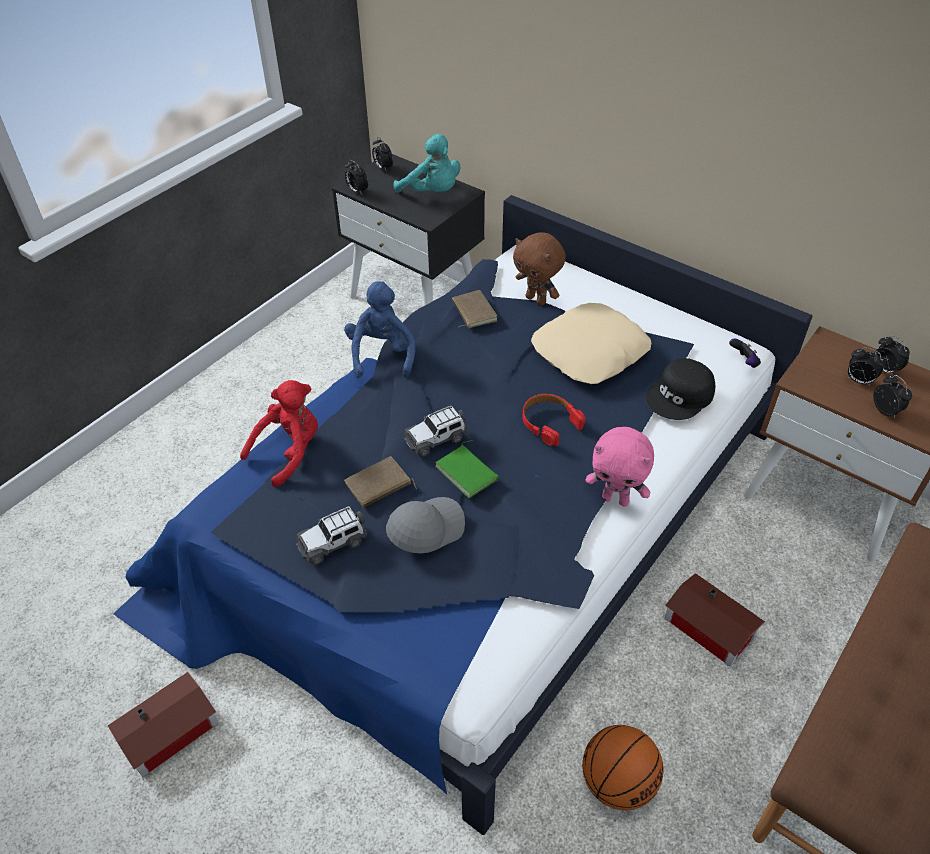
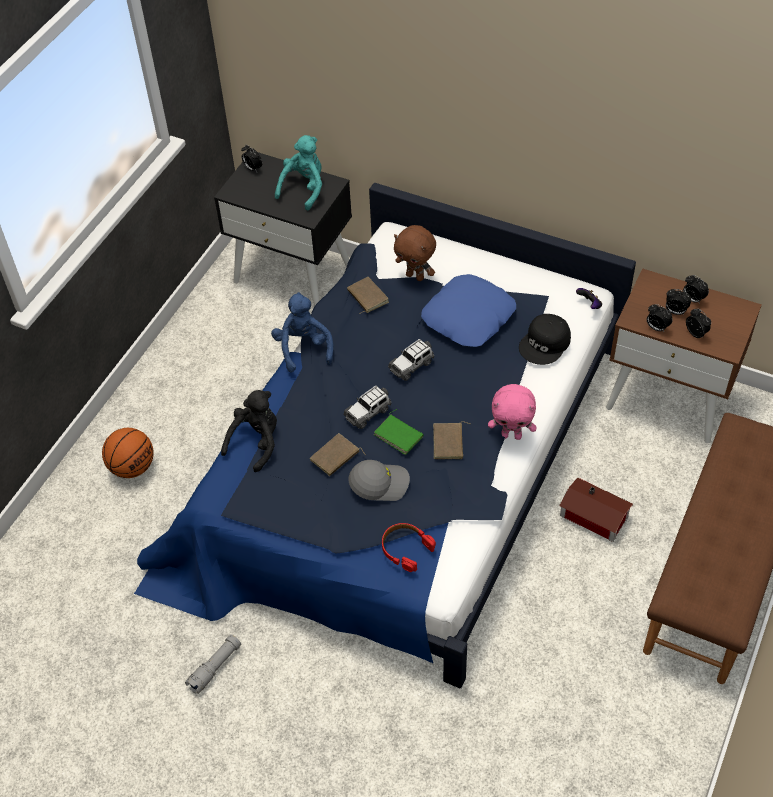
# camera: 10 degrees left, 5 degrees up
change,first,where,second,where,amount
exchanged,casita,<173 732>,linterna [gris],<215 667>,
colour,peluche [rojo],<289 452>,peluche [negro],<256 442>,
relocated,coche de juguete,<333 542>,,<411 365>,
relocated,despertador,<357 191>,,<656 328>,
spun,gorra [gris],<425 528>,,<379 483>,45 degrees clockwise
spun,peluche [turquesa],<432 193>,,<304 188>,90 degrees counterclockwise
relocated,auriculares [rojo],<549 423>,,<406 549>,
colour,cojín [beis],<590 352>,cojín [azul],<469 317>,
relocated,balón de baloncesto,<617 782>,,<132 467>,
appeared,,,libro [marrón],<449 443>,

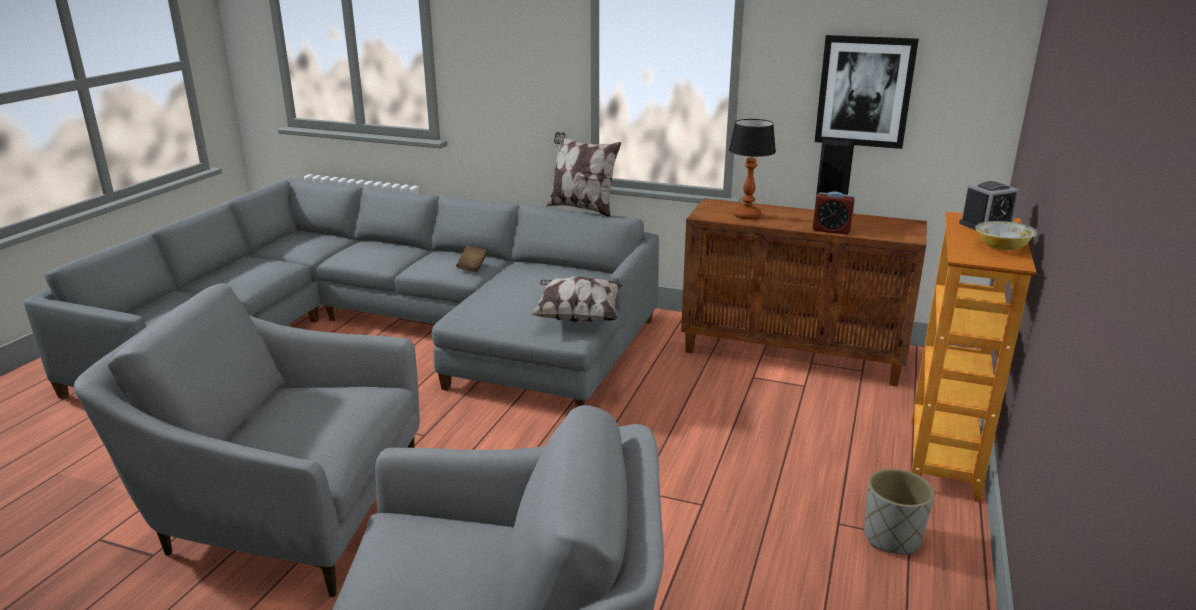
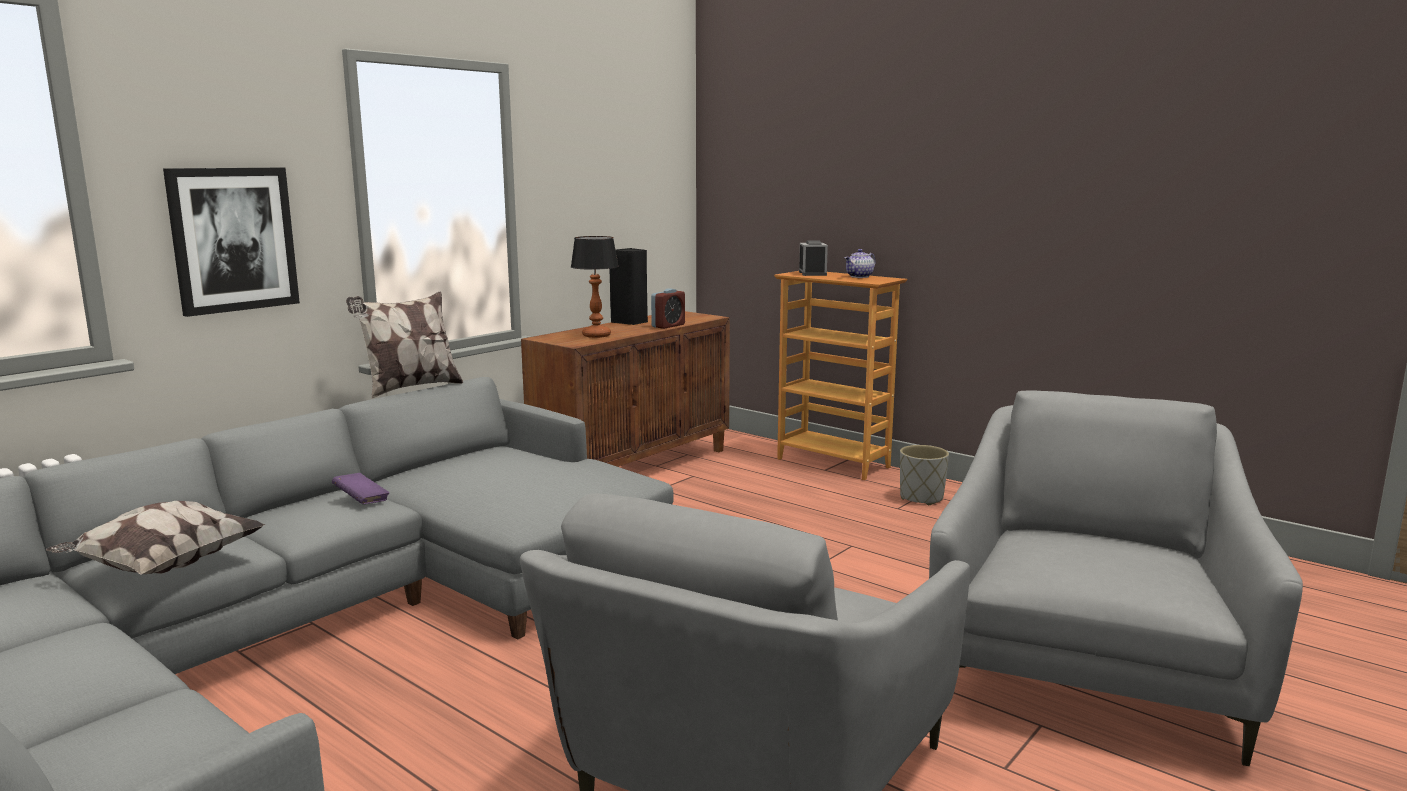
# camera: 70 degrees left, 10 degrees down
change,first,where,second,where,amount
colour,libro [marrón],<472 266>,libro [morado],<362 500>,
relocated,cojín,<577 317>,,<162 567>,
relocated,cuadro,<864 91>,,<233 239>,
exchanged,cuenco,<1002 247>,tetera,<859 276>,

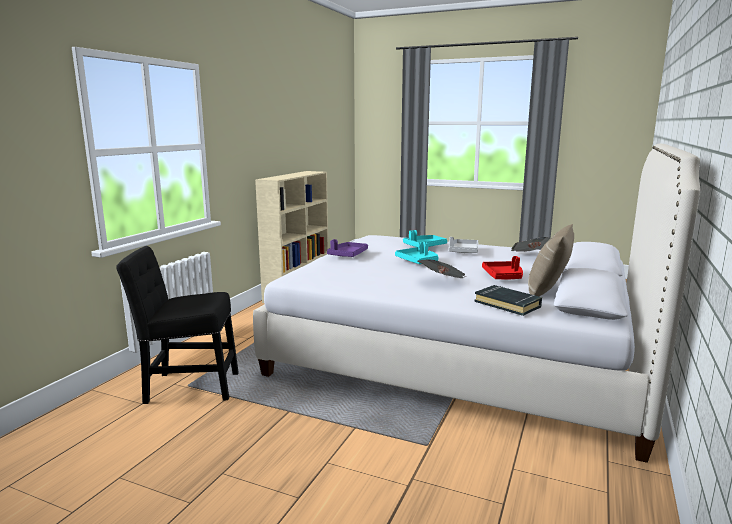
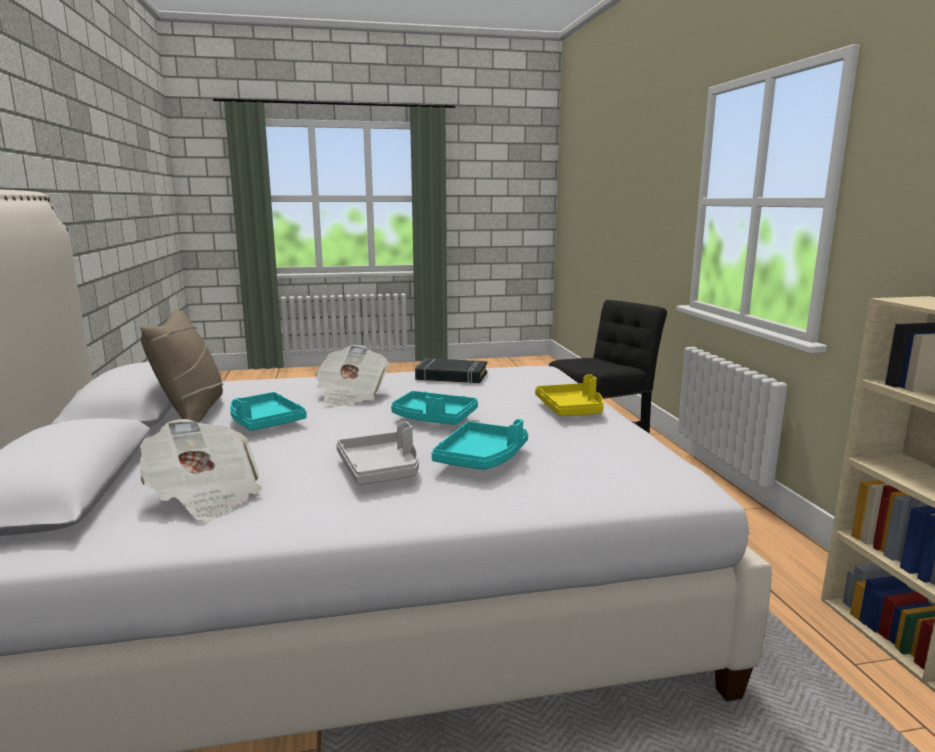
# camera: 145 degrees right, 0 degrees up
change,first,where,second,where,amount
colour,bandeja [morado],<347 255>,bandeja [amarillo],<571 410>,
relocated,libro [negro],<507 304>,,<451 376>,
colour,bandeja [rojo],<503 276>,bandeja [turquesa],<264 422>,

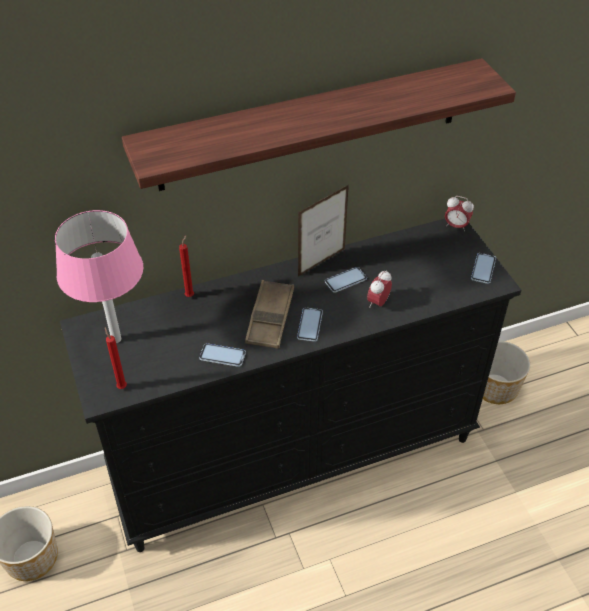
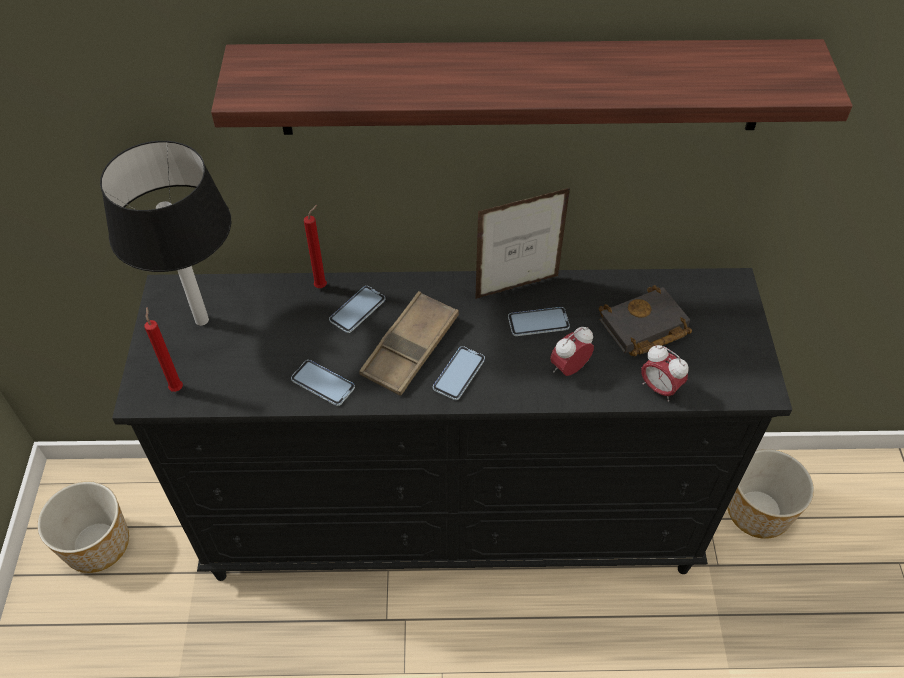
# camera: 20 degrees right, 5 degrees up
change,first,where,second,where,amount
colour,lámpara de mesa [rosa],<116 339>,lámpara de mesa [negro],<201 320>,
relocated,despertador,<456 226>,,<659 388>,
relocated,móvil,<483 269>,,<357 310>,
appeared,,,libro [negro],<643 328>,

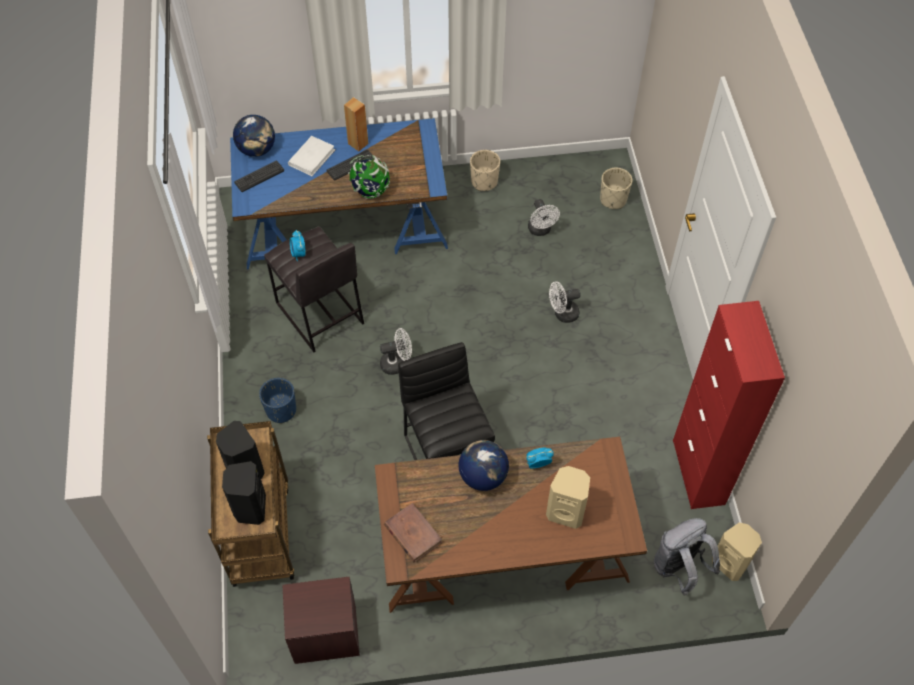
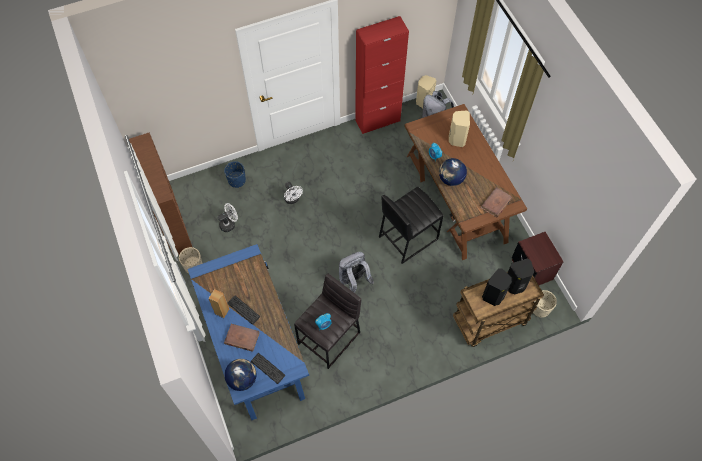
# camera: 105 degrees left, 5 degrees up
change,first,where,second,where,amount
relocated,maceta [azul],<281 410>,,<237 180>,
colour,libro [blanco],<312 157>,libro [marrón],<242 338>,
missing,globo terráqueo,<370 191>,,,
exchanged,ventilador [blanco],<397 363>,mochila [gris],<354 281>,
relocated,maceta [beis],<613 199>,,<540 309>,
appeared,,,estantería [marrón],<172 220>,

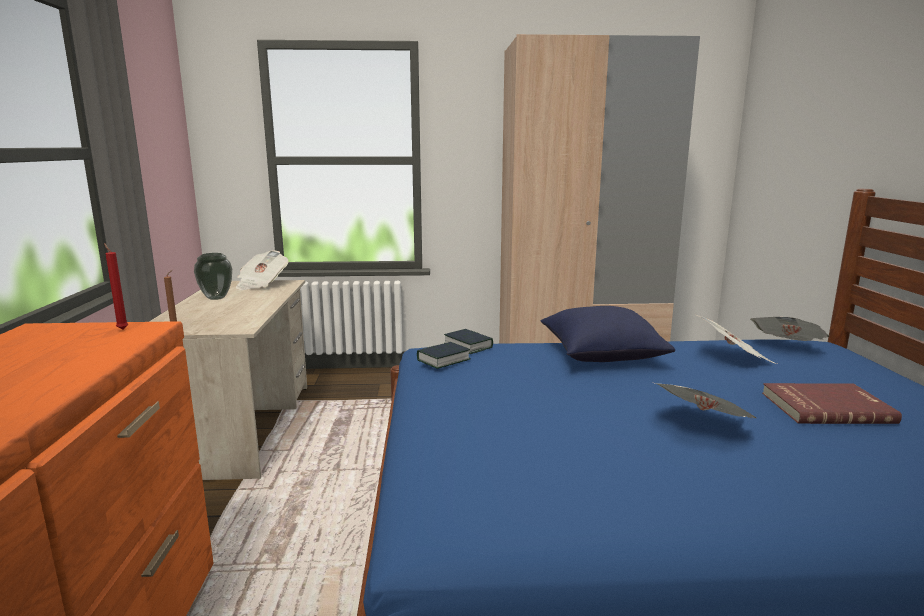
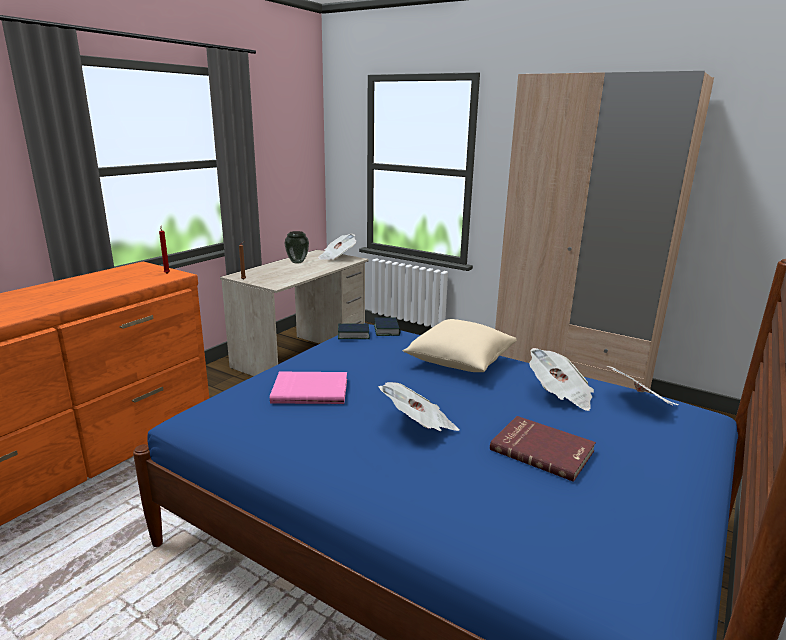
# camera: 35 degrees right, 5 degrees up
change,first,where,second,where,amount
colour,cojín [azul],<601 355>,cojín [beis],<459 362>,
appeared,,,libro [rosa],<310 390>,

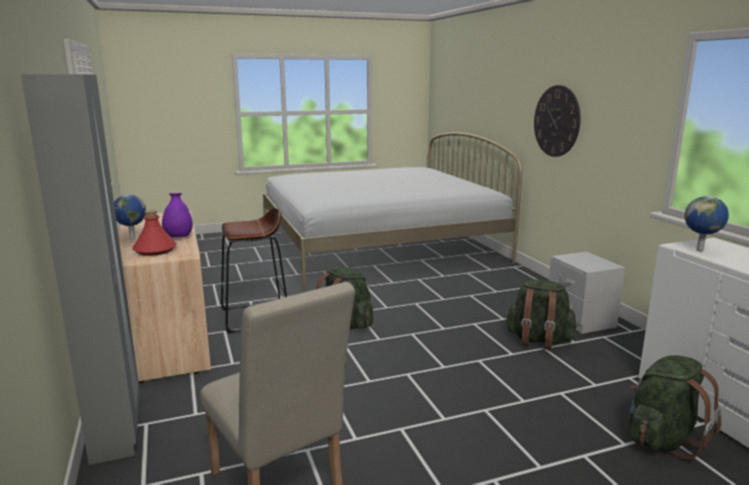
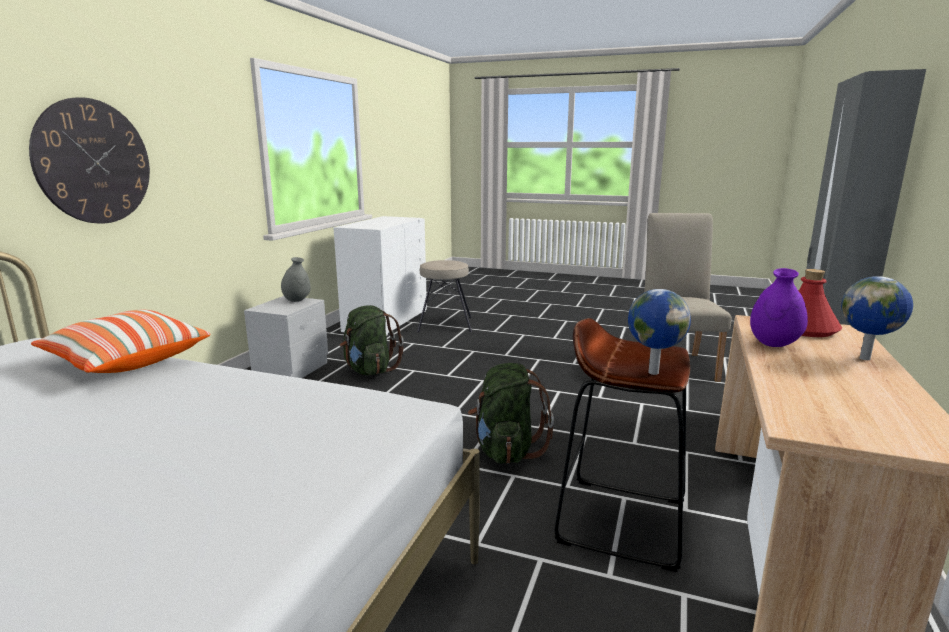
# camera: 140 degrees left, 0 degrees up
change,first,where,second,where,amount
exchanged,mochila [verde],<662 439>,taburete [beis],<445 324>,
relocated,globo terráqueo,<701 250>,,<652 372>,
appeared,,,cojín,<126 361>,
appeared,,,florero [gris],<297 300>,

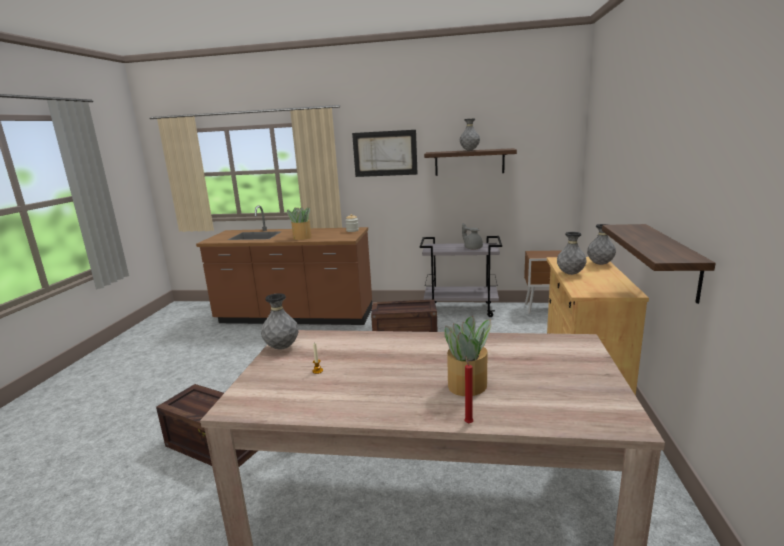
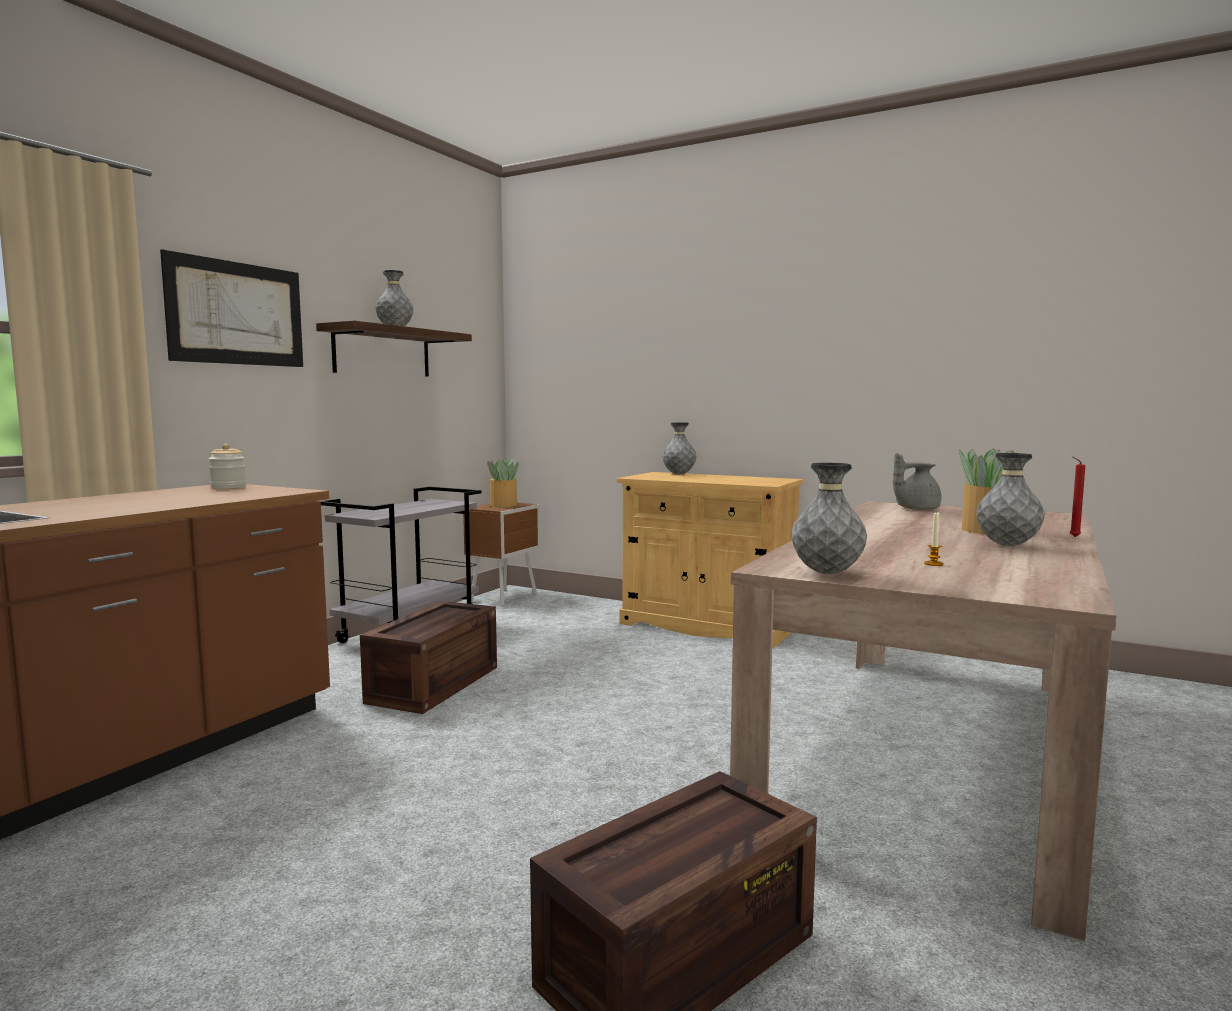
# camera: 70 degrees left, 10 degrees down
change,first,where,second,where,amount
relocated,planta en maceta,<302 237>,,<502 505>,
relocated,tetera [gris],<472 248>,,<915 509>,
relocated,florero [gris],<570 274>,,<1007 545>,
missing,estante,<672 261>,,,

